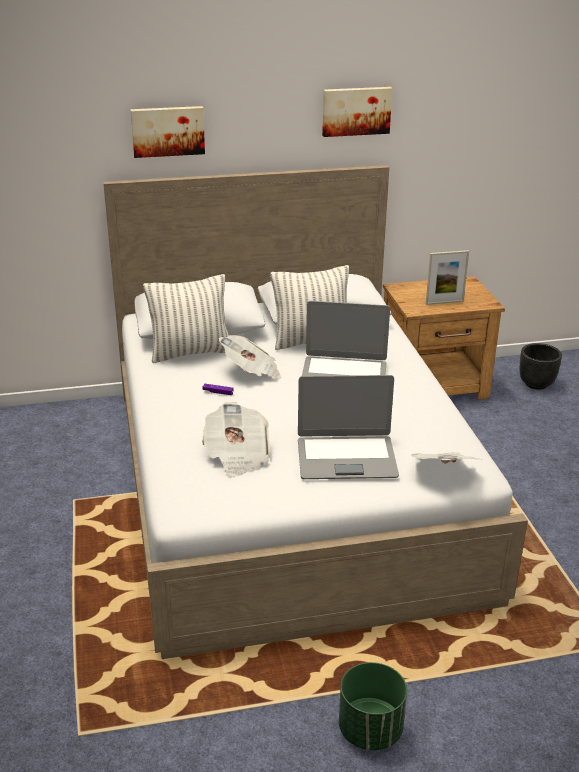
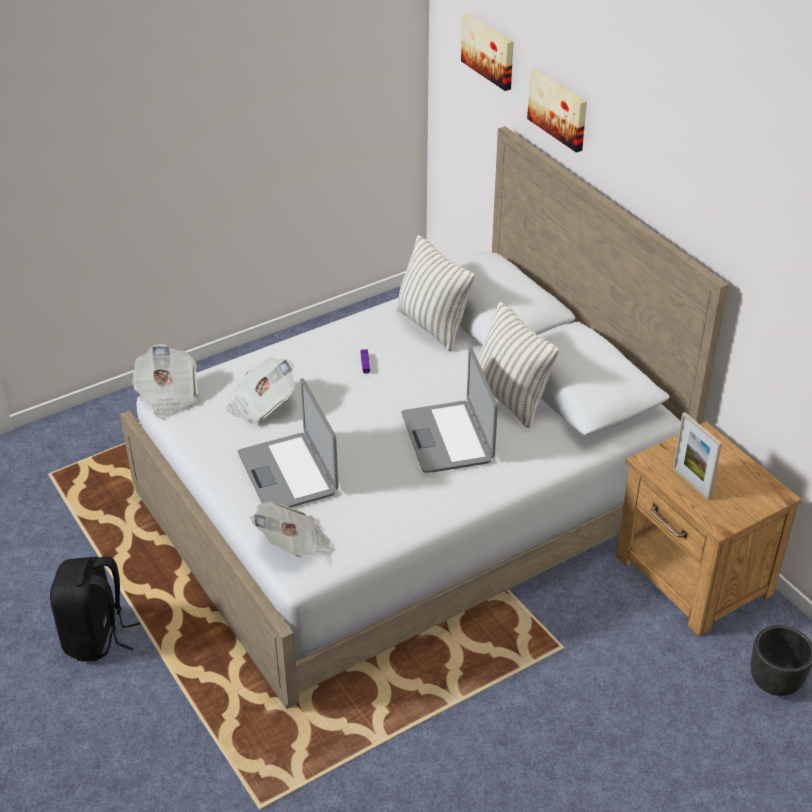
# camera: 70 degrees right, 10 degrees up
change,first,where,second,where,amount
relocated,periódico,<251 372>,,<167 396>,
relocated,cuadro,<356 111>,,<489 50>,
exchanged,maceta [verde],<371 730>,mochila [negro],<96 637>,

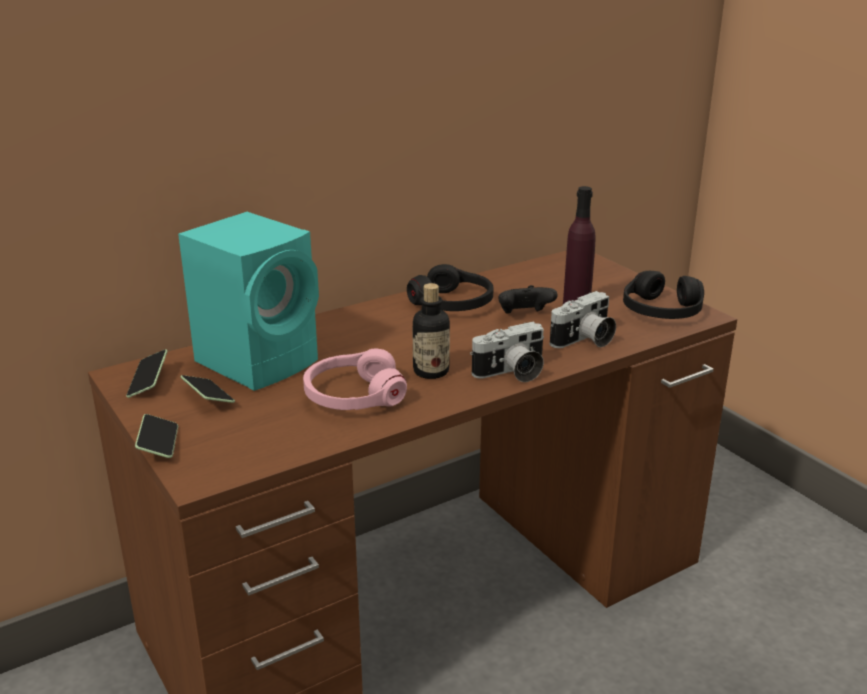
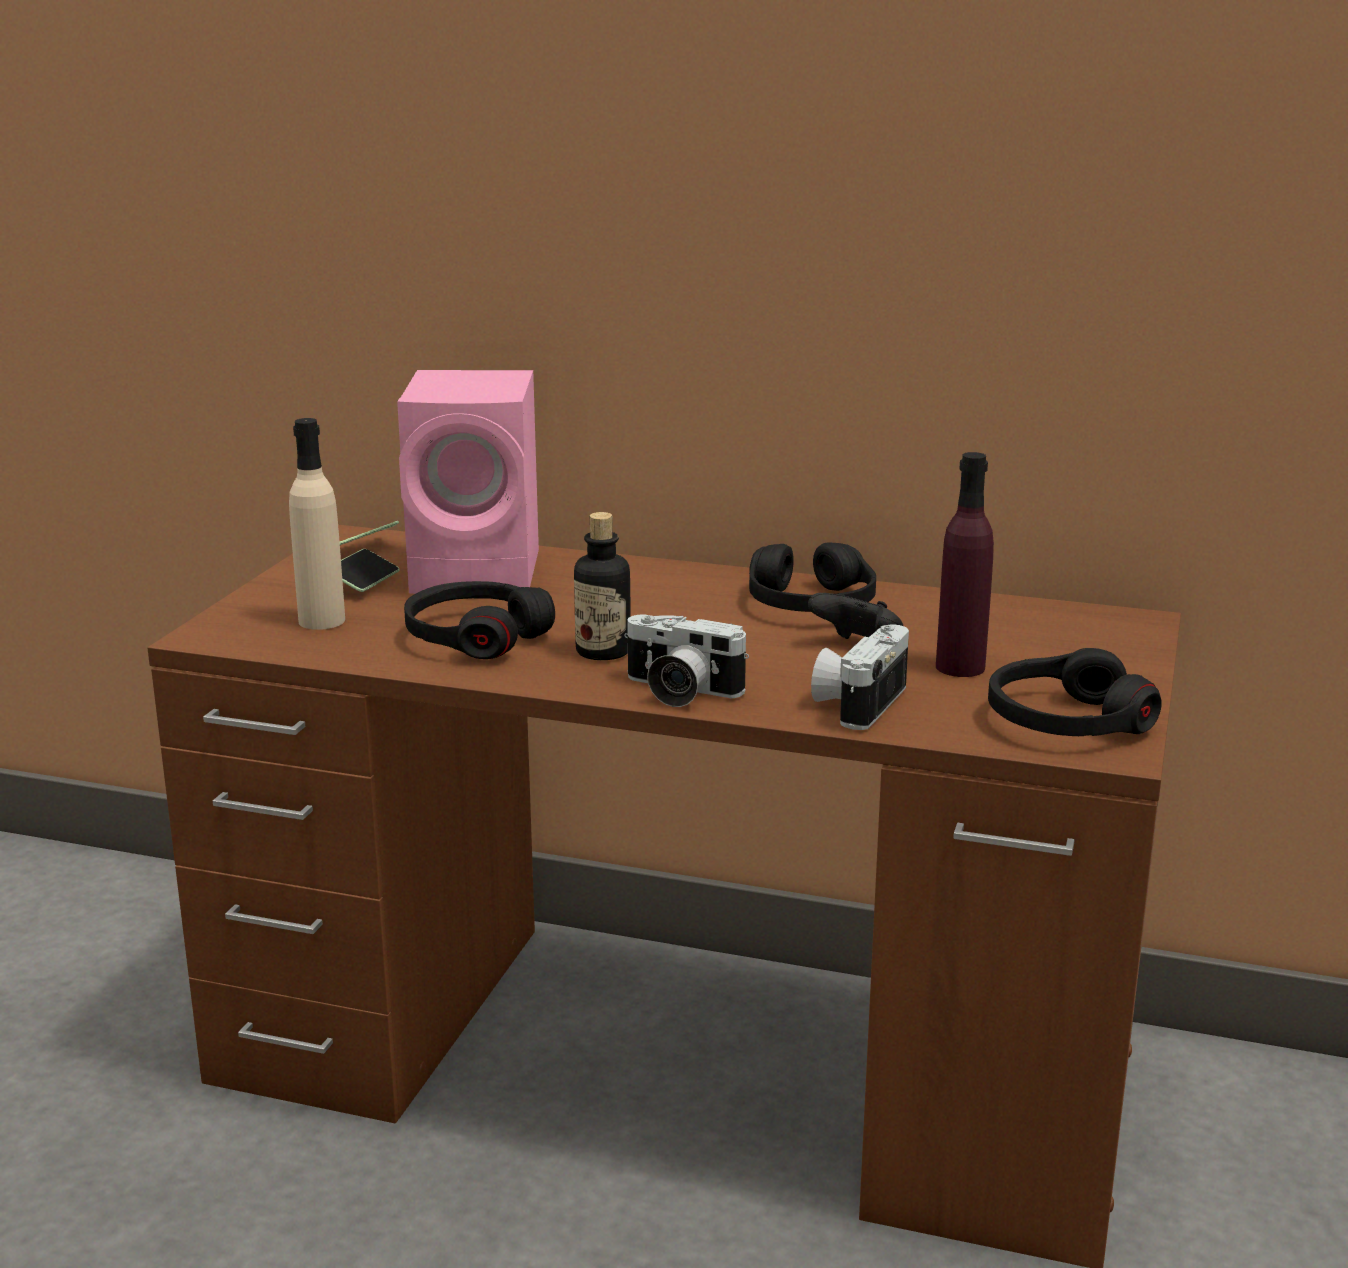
# camera: 50 degrees right, 5 degrees down
change,first,where,second,where,amount
missing,móvil,<159 445>,,,
colour,altavoz [turquesa],<261 360>,altavoz [rosa],<481 573>,
colour,auriculares [rosa],<353 396>,auriculares [negro],<475 637>,
spun,cámara,<584 340>,,<857 703>,105 degrees clockwise
appeared,,,botella [beis],<322 620>,

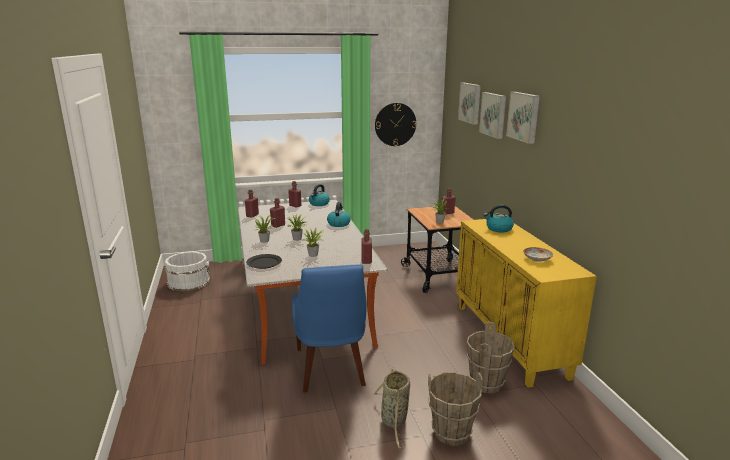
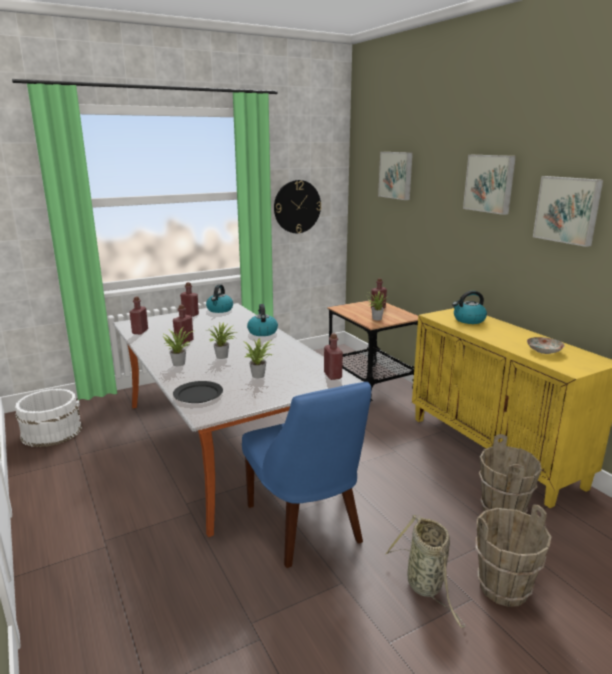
# camera: 15 degrees left, 0 degrees up
change,first,where,second,where,amount
relocated,cuadro,<494 114>,,<568 210>,

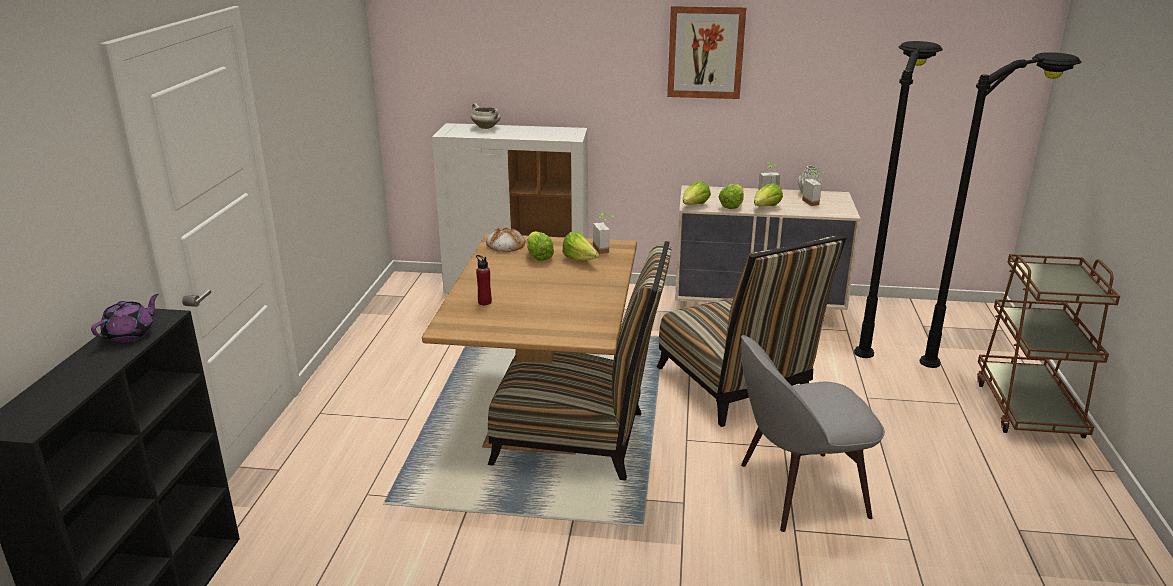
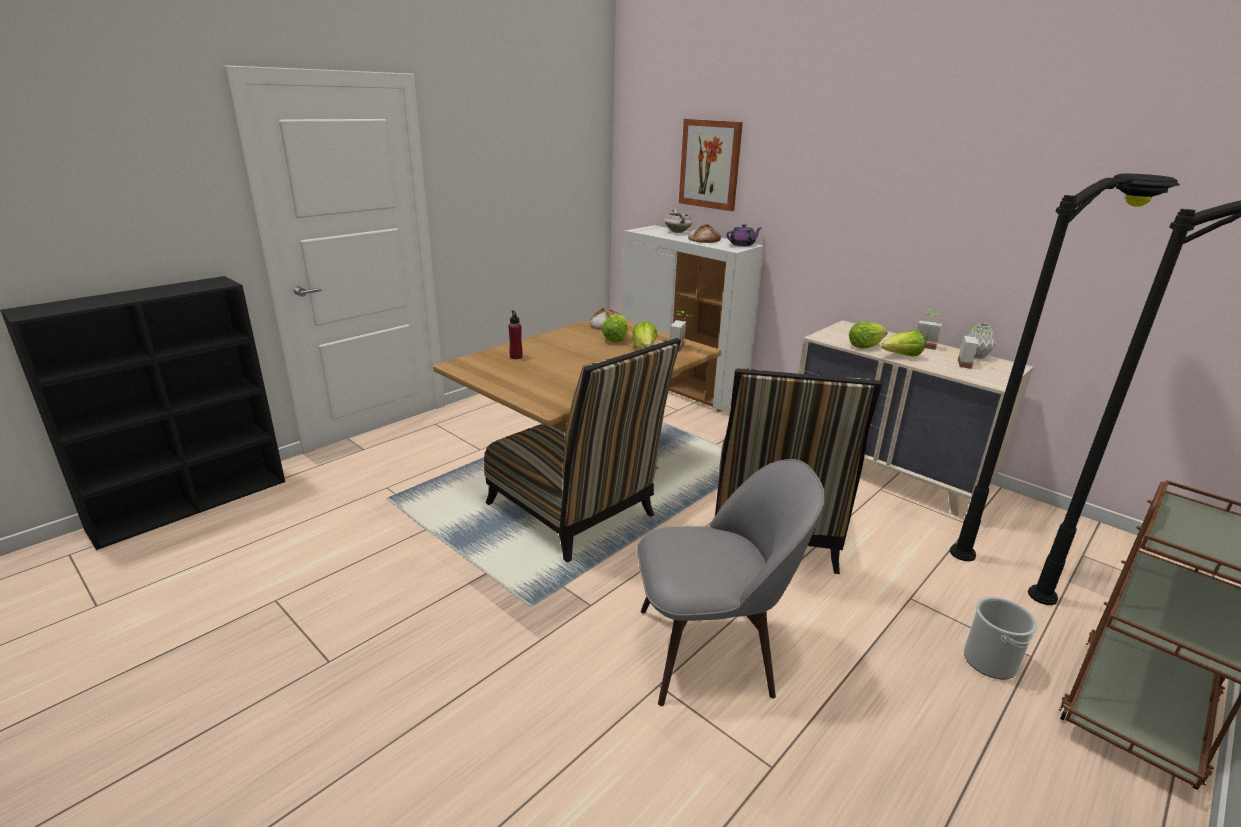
# camera: 35 degrees right, 0 degrees up
change,first,where,second,where,amount
relocated,tetera [morado],<131 334>,,<742 245>,
relocated,cuadro,<705 52>,,<710 164>,
missing,lechuga,<694 206>,,,
spun,silla [gris],<797 491>,,<711 650>,150 degrees clockwise
appeared,,,pan,<704 239>,
appeared,,,cubo,<990 661>,

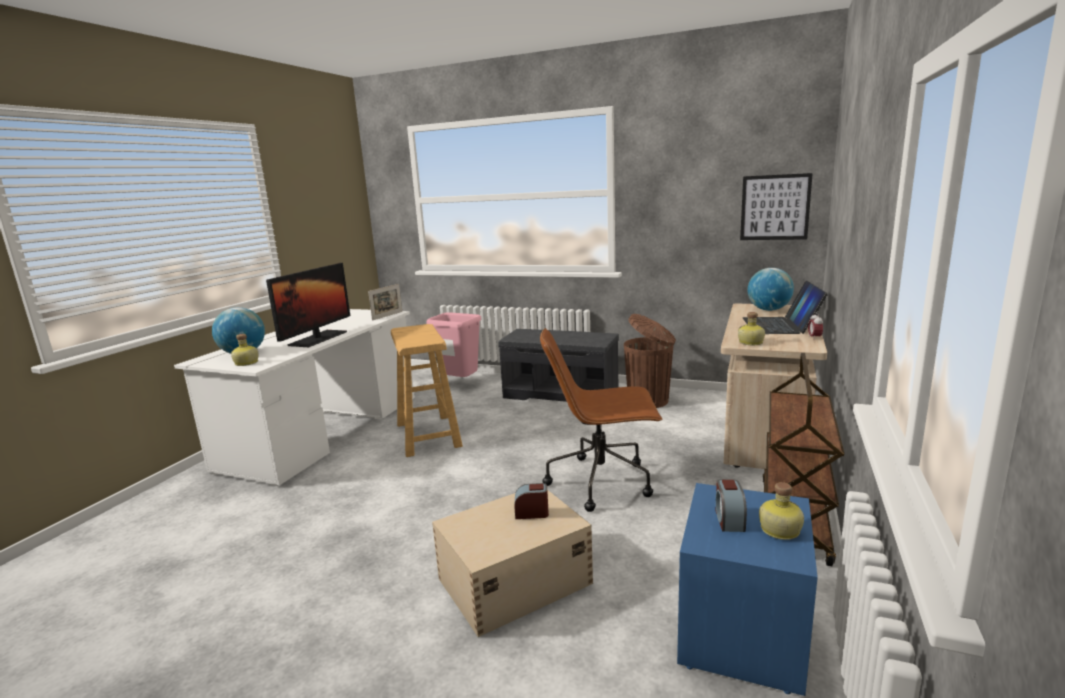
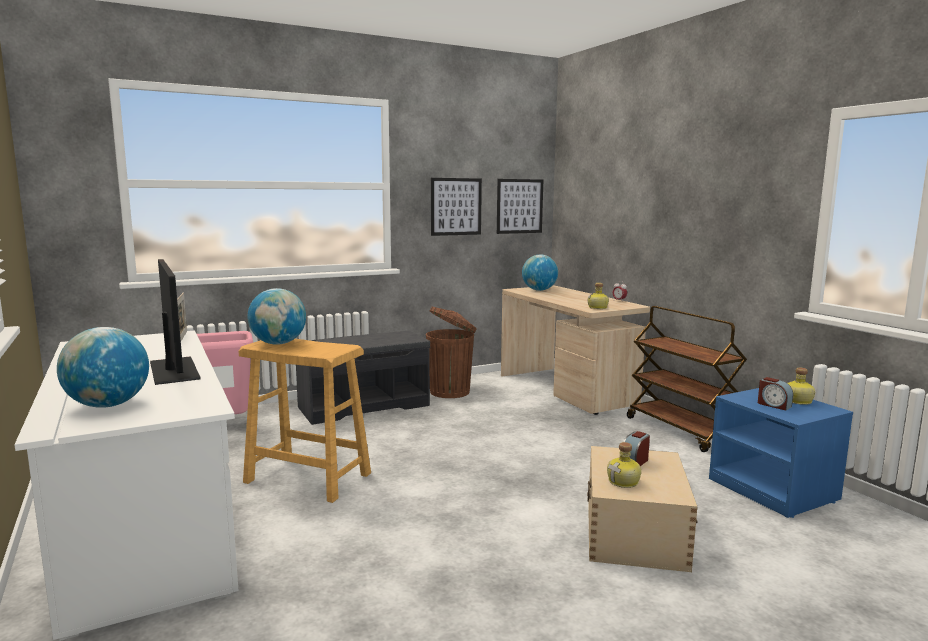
# camera: 50 degrees left, 5 degrees down
change,first,where,second,where,amount
relocated,botella,<246 363>,,<624 482>,
missing,silla de oficina [marrón],<602 482>,,,
missing,portátil,<780 325>,,,
appeared,,,globo terráqueo,<278 343>,
appeared,,,cuadro,<456 206>,

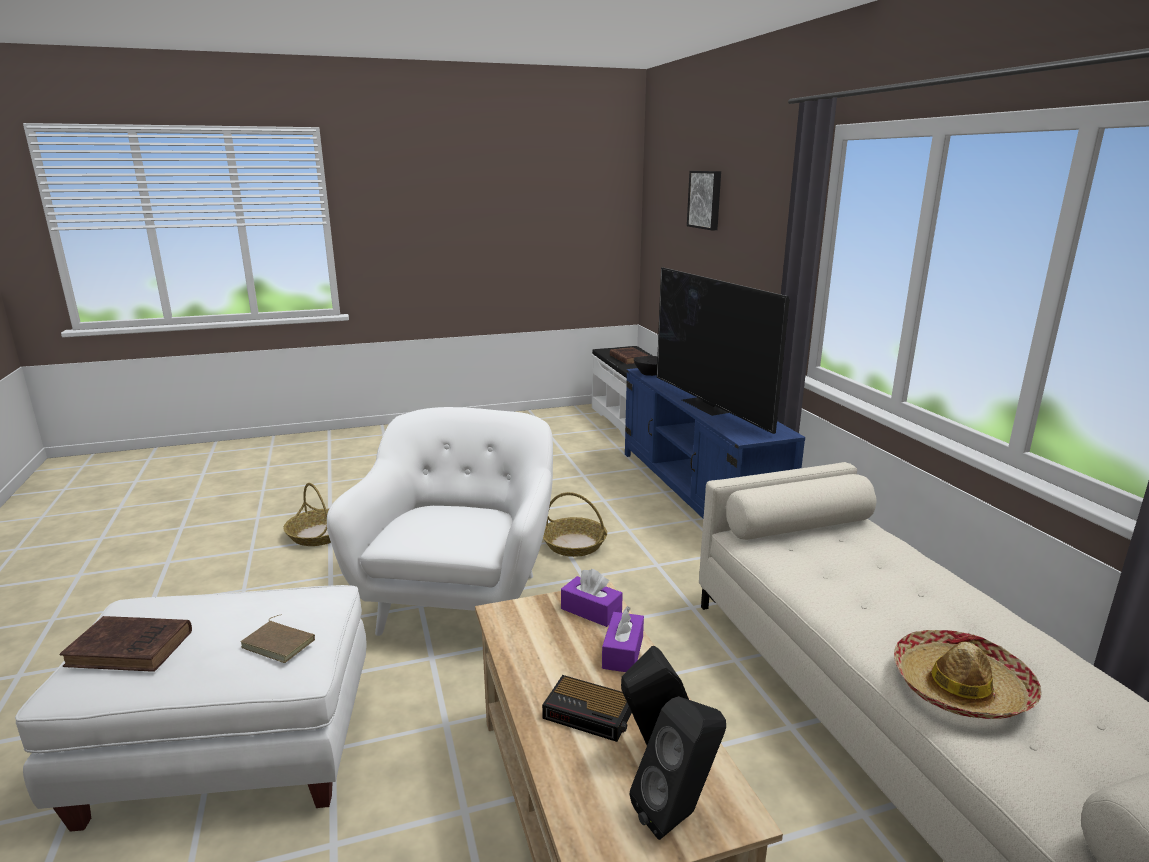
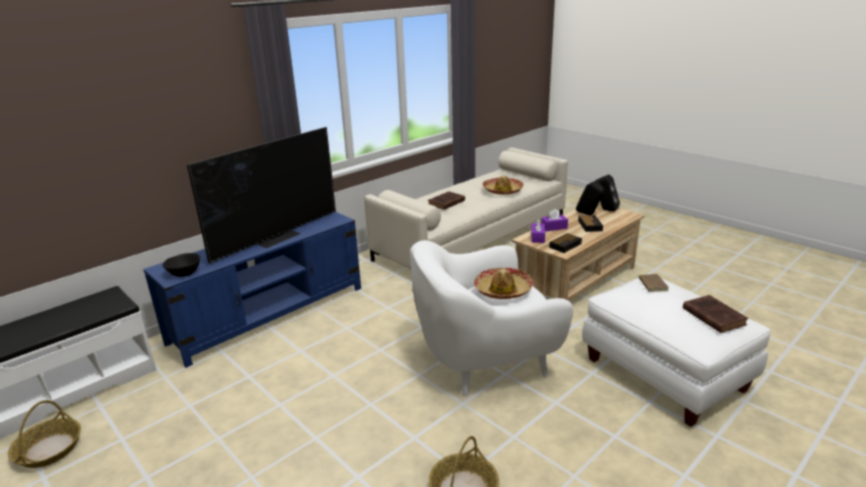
# camera: 115 degrees left, 5 degrees up
change,first,where,second,where,amount
relocated,cesta,<574 544>,,<49 449>,
relocated,libro [marrón],<628 358>,,<445 203>,
missing,cuadro,<706 199>,,,
appeared,,,sombrero,<503 290>,
appeared,,,despertador,<565 245>,

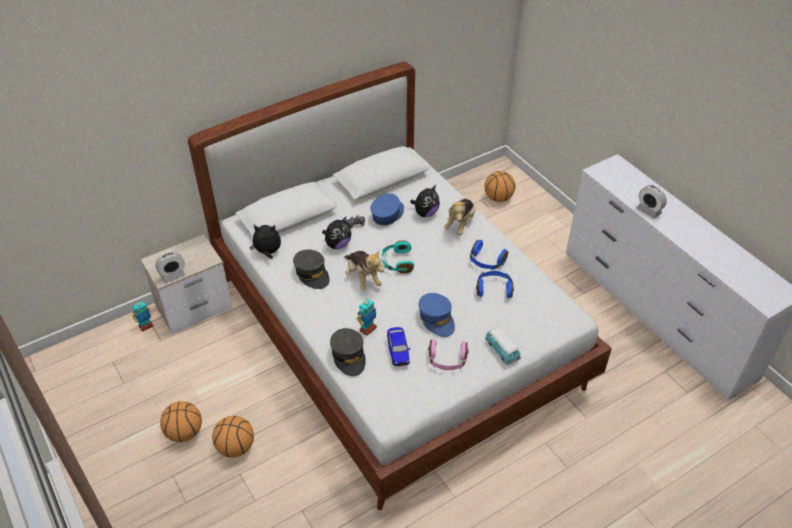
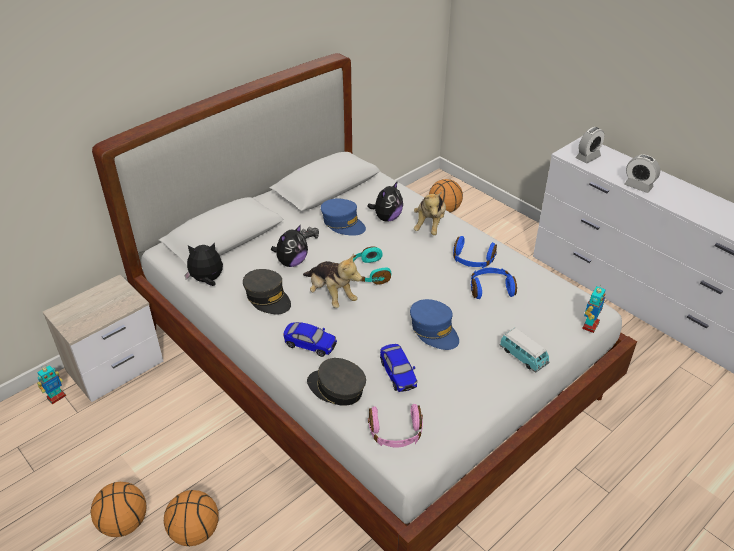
# camera: 10 degrees left, 5 degrees down
change,first,where,second,where,amount
relocated,despertador,<173 275>,,<588 157>,
spun,gorra [gris],<349 356>,,<336 389>,150 degrees clockwise
relocated,robot de juguete,<367 328>,,<590 325>,
spun,gorra [azul],<387 214>,,<343 223>,105 degrees clockwise
relocated,auriculares [rosa],<447 360>,,<395 433>,
appeared,,,coche de juguete,<310 345>,

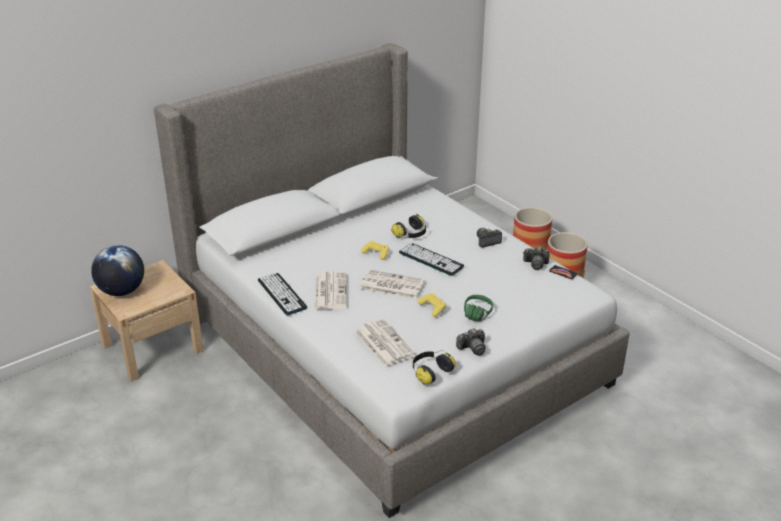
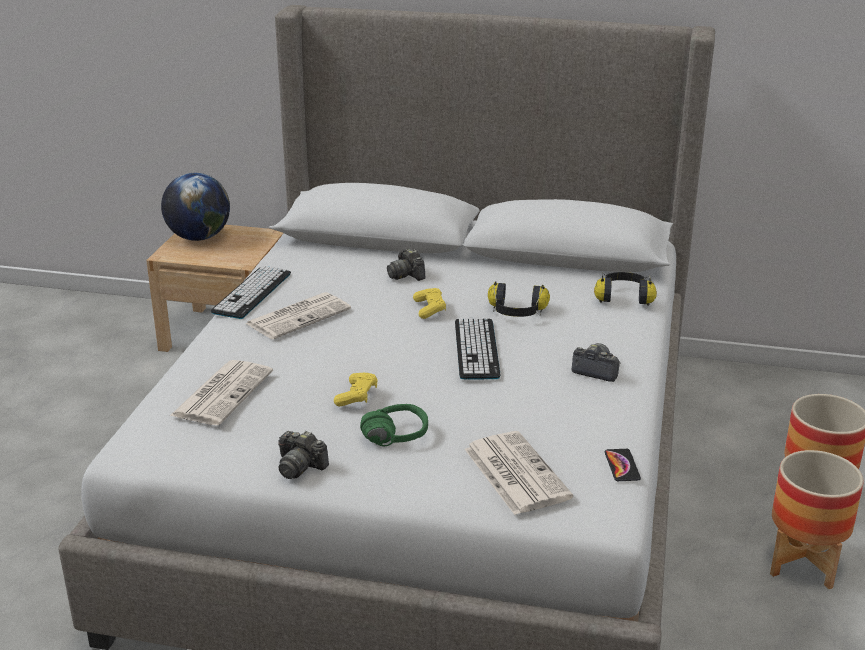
# camera: 50 degrees right, 5 degrees down
change,first,where,second,where,amount
relocated,periódico,<390 285>,,<515 473>,
relocated,auriculares,<430 372>,,<624 298>,
relocated,cámara,<535 264>,,<406 275>,

